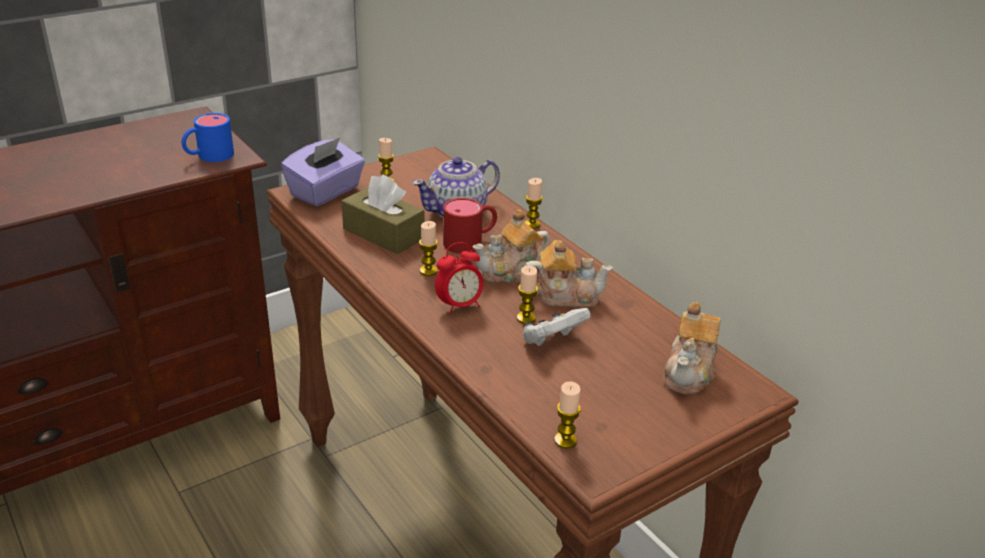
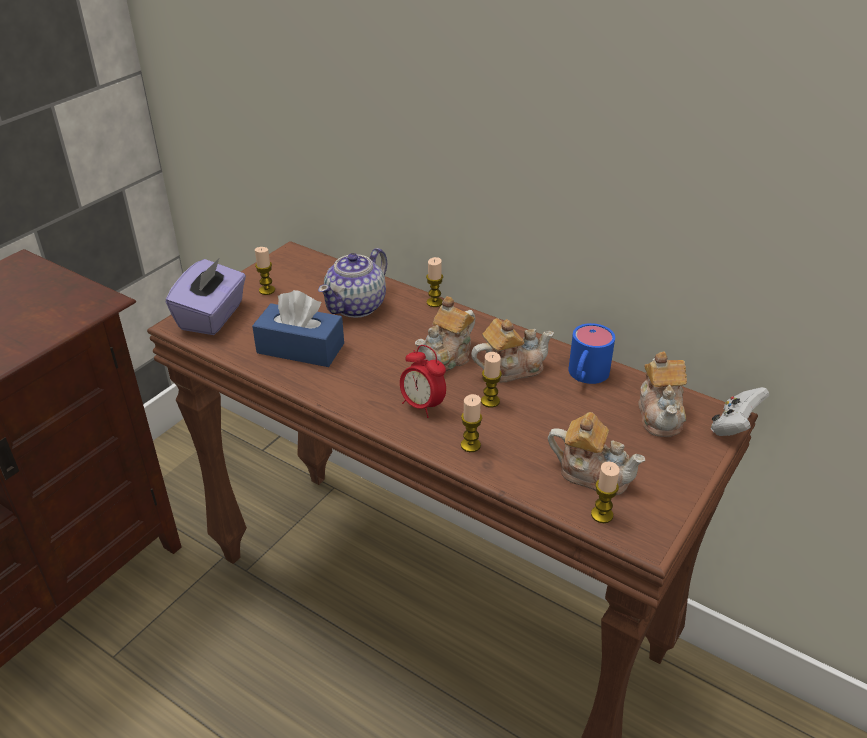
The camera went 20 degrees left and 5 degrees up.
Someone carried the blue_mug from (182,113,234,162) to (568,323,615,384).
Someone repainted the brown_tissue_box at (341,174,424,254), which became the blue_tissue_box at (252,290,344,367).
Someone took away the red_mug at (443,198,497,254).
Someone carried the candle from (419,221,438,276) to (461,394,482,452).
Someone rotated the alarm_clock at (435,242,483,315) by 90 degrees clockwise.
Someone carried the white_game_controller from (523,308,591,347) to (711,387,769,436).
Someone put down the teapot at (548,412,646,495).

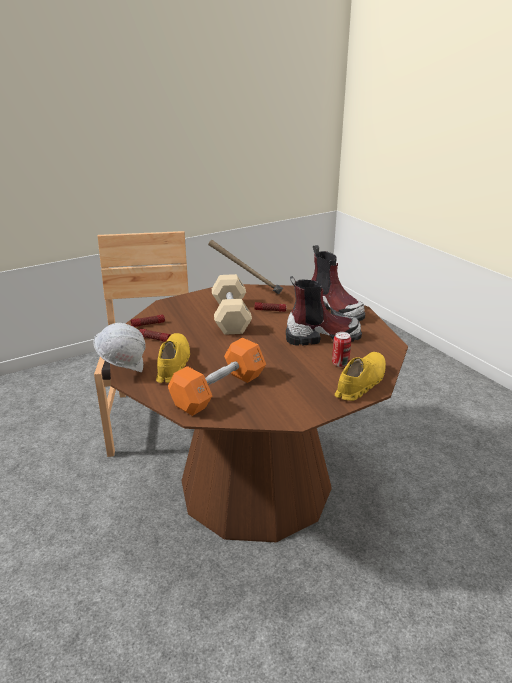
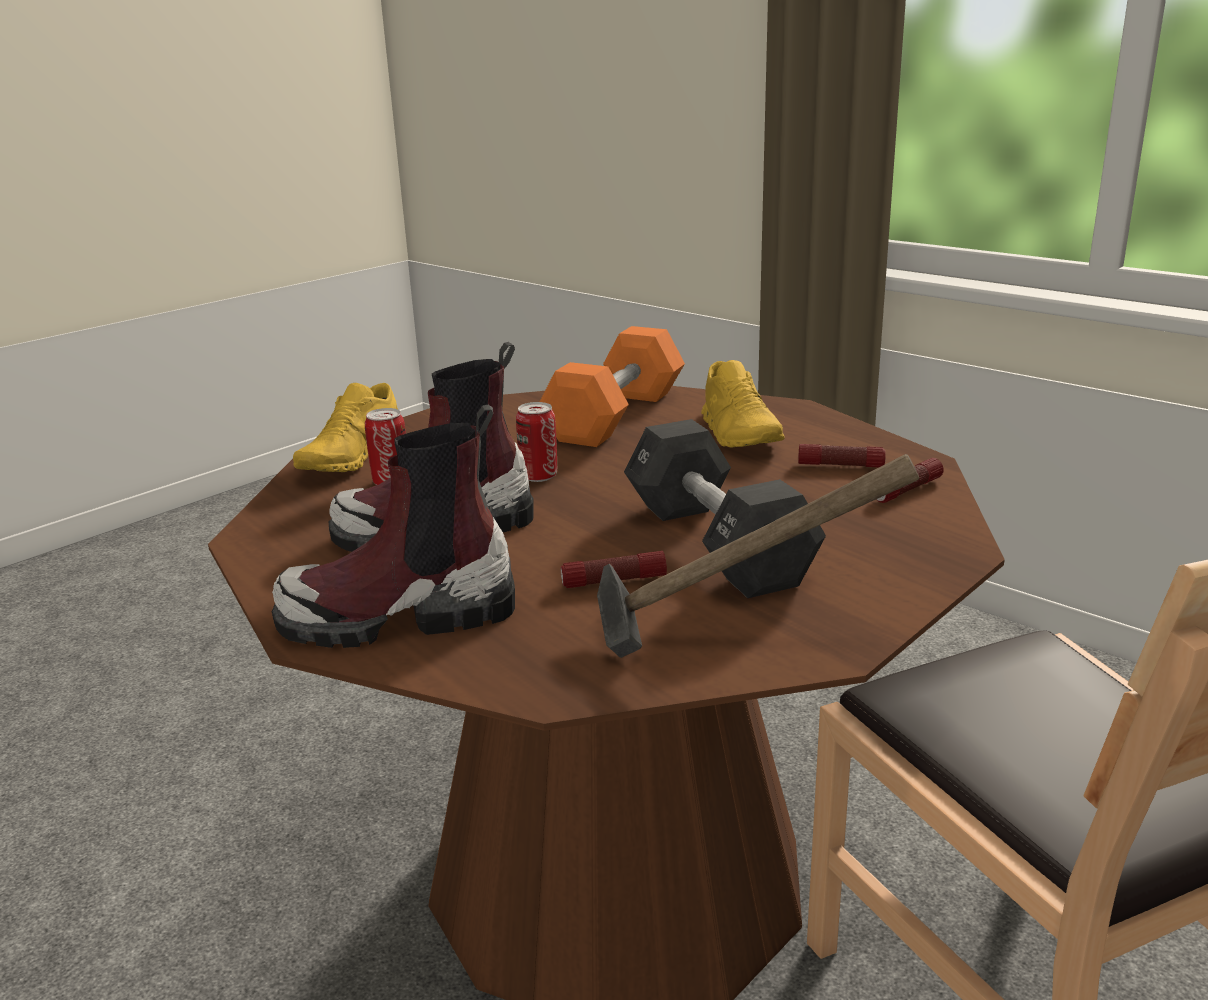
The camera went 165 degrees right and 5 degrees down.
Someone rotated the boot at (312,245,365,321) by 45 degrees counterclockwise.
Someone repainted the beige_dumbbell at (212,274,252,335), which became the black_dumbbell at (624,419,826,598).
Someone took away the white_hard_hat at (93,323,146,372).
Someone put down the can at (516,402,557,482).

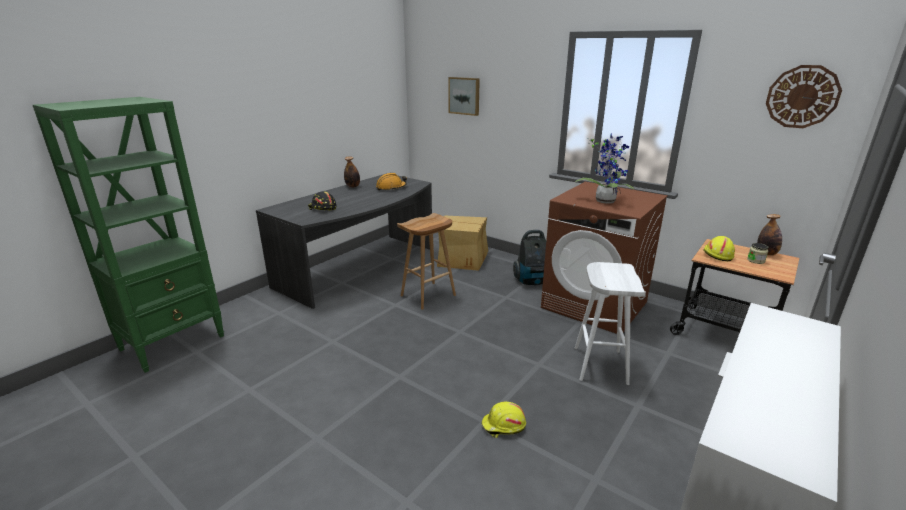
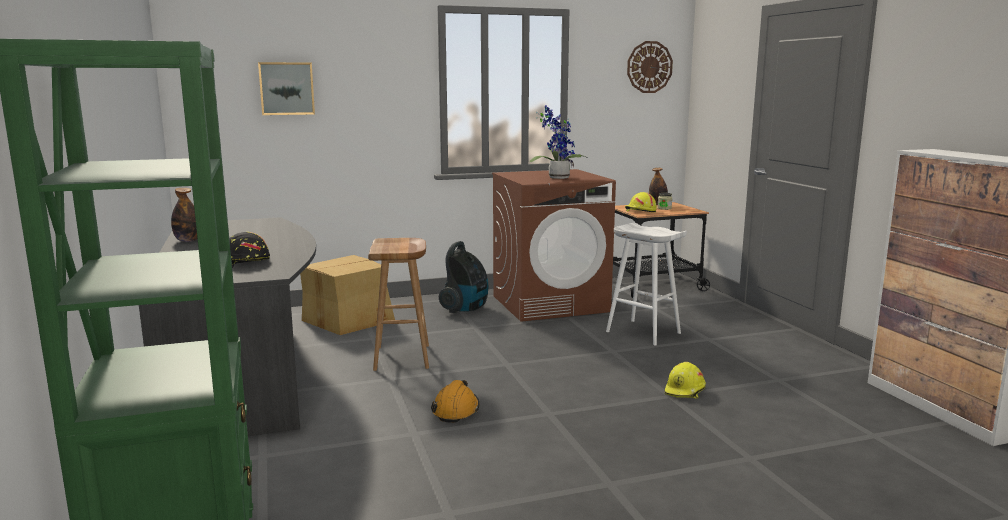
The camera went 55 degrees left and 10 degrees down.
Someone carried the orange_hard_hat from (376,173,407,190) to (431,380,480,423).

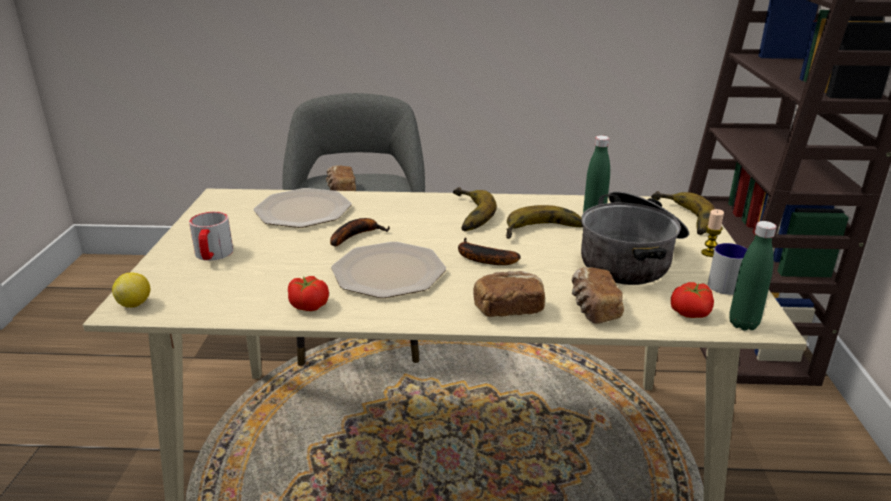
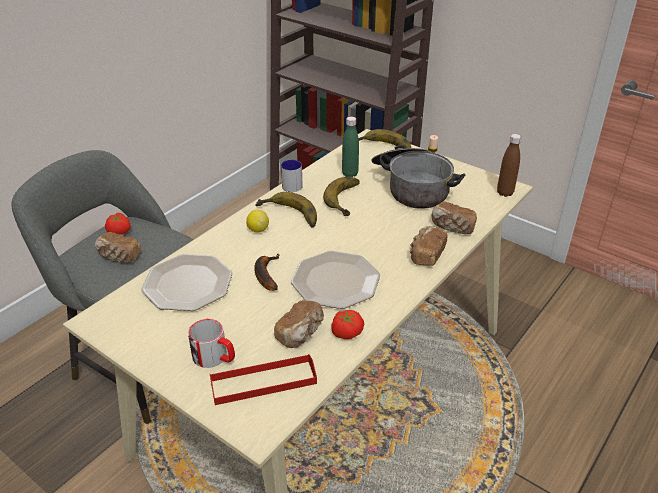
The camera went 55 degrees left and 10 degrees up.
Someone repainted the green_bottle at (729,221,777,331), which became the brown_bottle at (497,134,521,197).
Someone took away the banana at (458,238,521,265).
Someone carried the mug from (708,243,747,295) to (281,160,303,192).
Someone carried the lemon from (112,272,150,308) to (246,210,269,233).
Someone carried the tomato from (671,282,714,318) to (105,213,131,235).
Someone put down the bread at (274,300,324,348).
Someone put down the red_tray at (210,354,317,405).

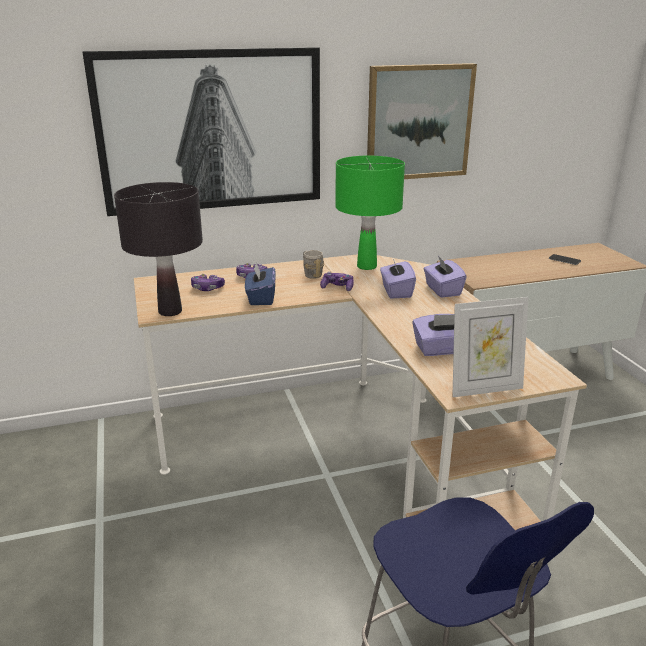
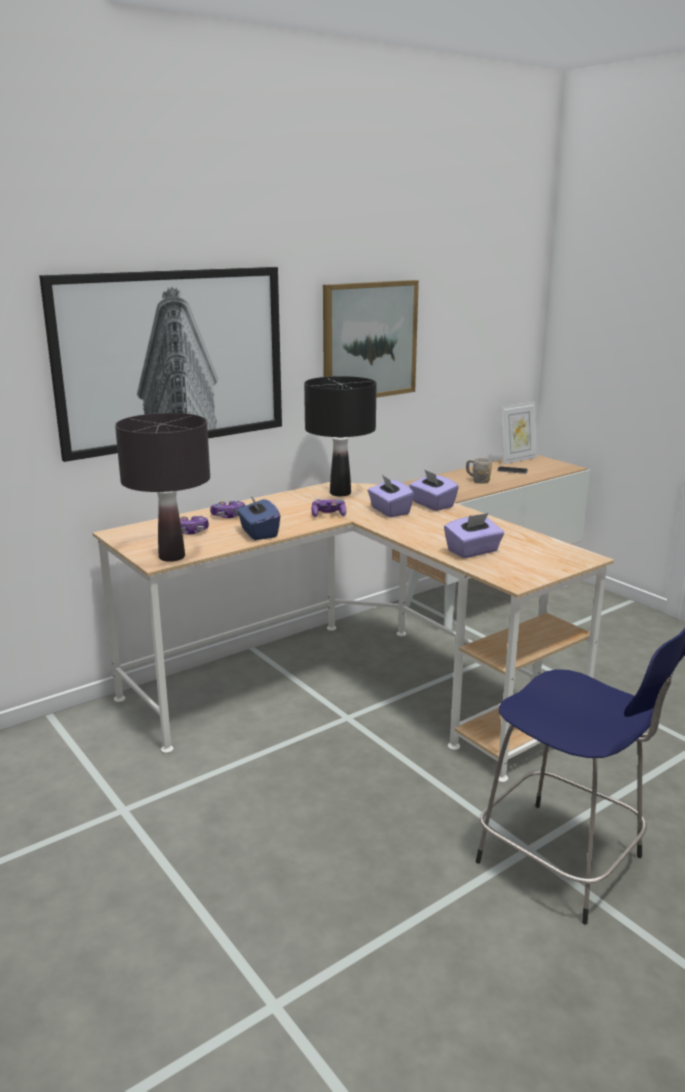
The camera went 20 degrees left and 5 degrees down.
Someone repainted the green_table_lamp at (335,156,405,270), which became the black_table_lamp at (304,376,377,496).
Someone carried the grey_mug from (303,250,324,279) to (466,458,492,484).
Someone carried the picture_frame from (452,297,528,397) to (501,401,537,464).

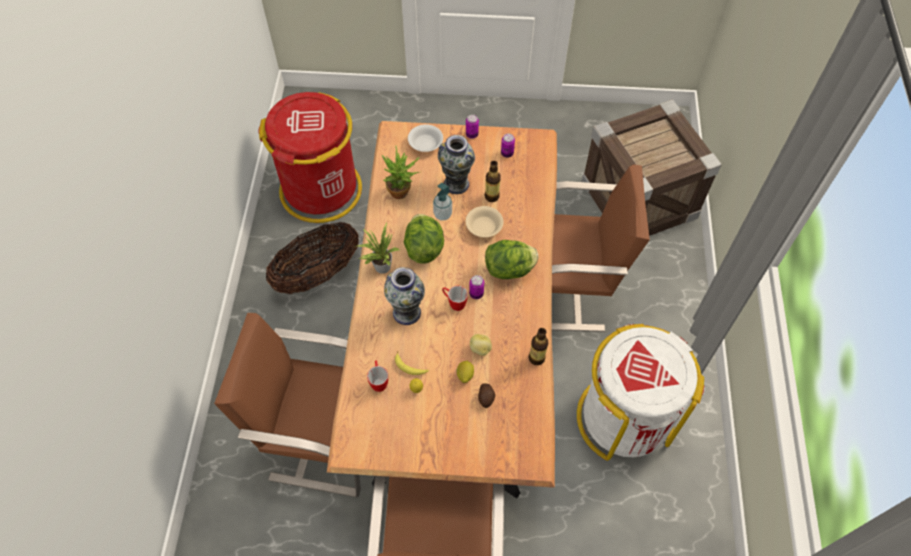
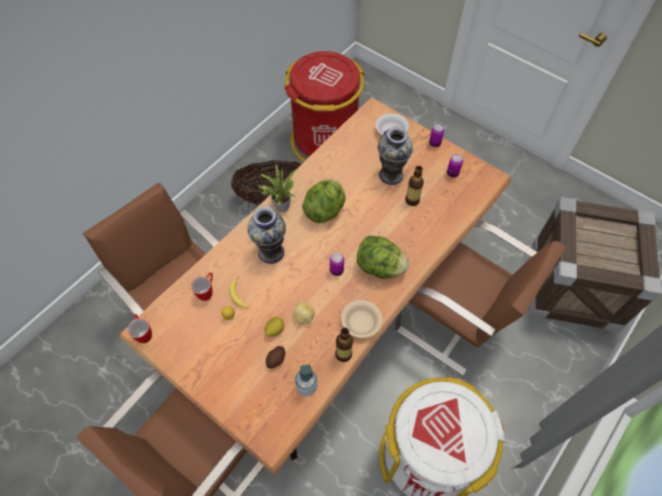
The camera went 35 degrees right and 0 degrees up.
Someone took away the potted_plant at (382,146,419,199).
Someone carried the soap_dispenser from (433,183,452,221) to (295,365,318,397).
Someone carried the beige_bowl from (466,206,504,237) to (341,300,382,338).
Someone carried the mug from (442,286,468,311) to (128,314,152,343).

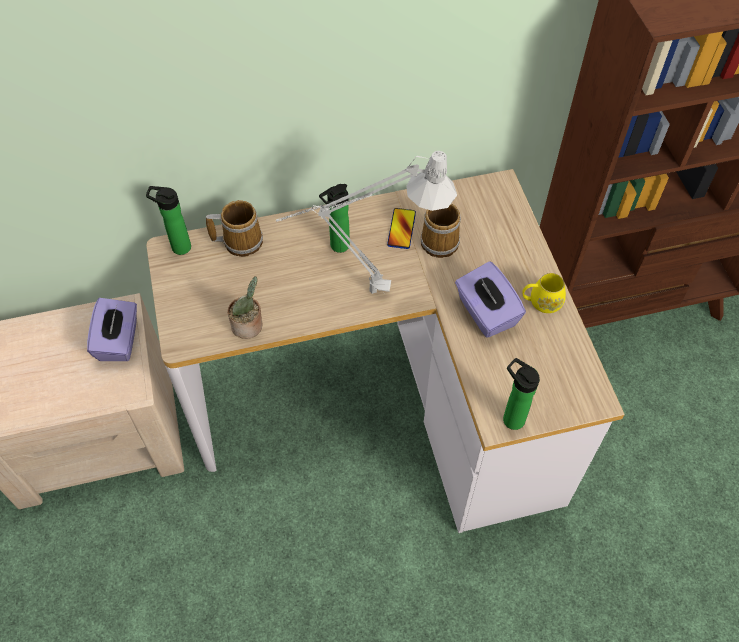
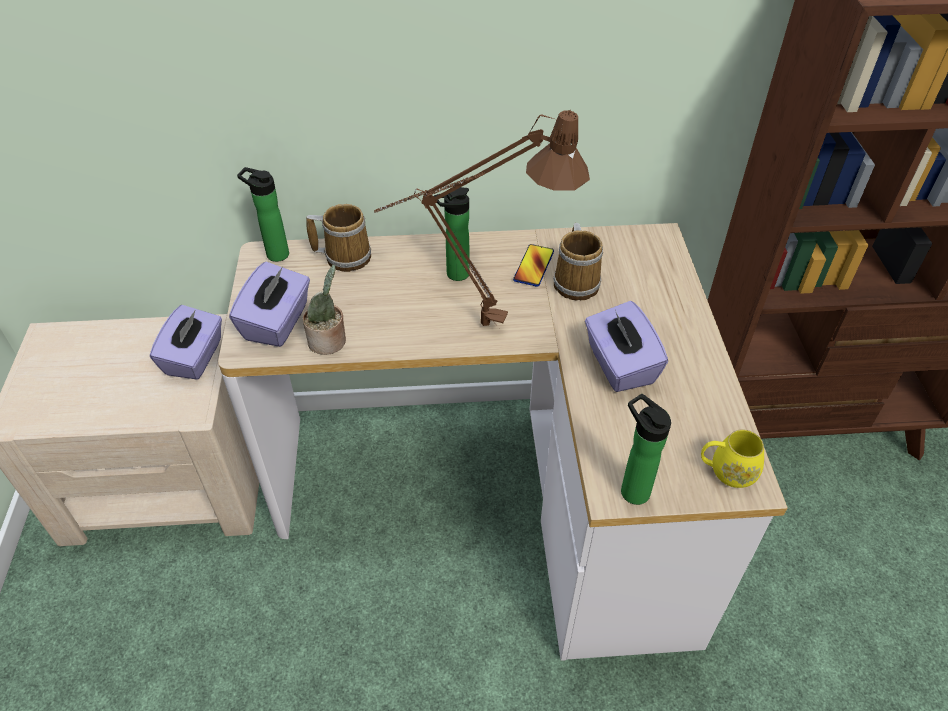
The camera went 10 degrees right and 10 degrees down.
Someone repainted the grey_table_lamp at (276,151,457,294), which became the brown_table_lamp at (373,110,590,327).
Someone carried the yellow_mug from (522,273,566,313) to (701,429,764,488).
Someone put down the purple_tissue_box at (229,262,310,347).

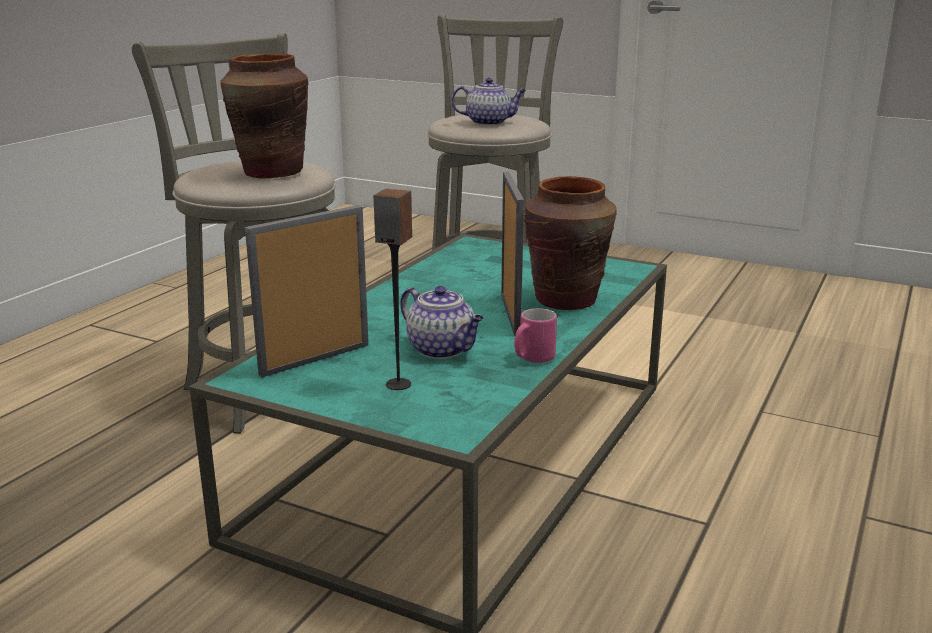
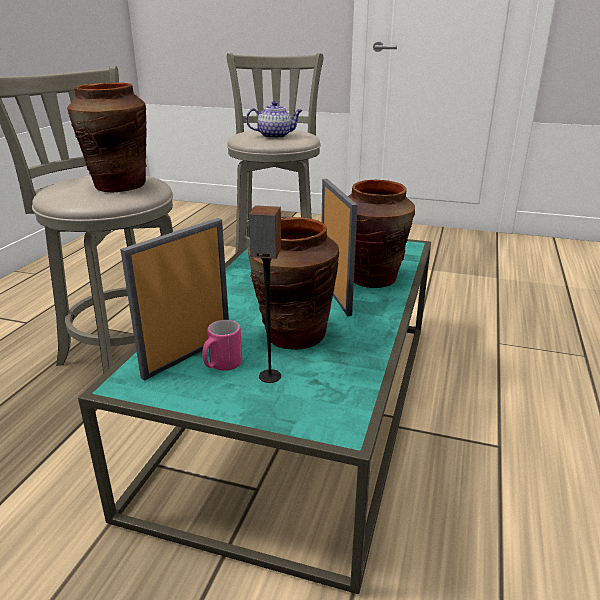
The camera went 10 degrees left and 5 degrees up.
Someone swapped the teapot at (400,286,484,359) for the brown_vase at (248,217,339,350).
Someone carried the pink_mug from (514,308,557,363) to (202,320,242,371).

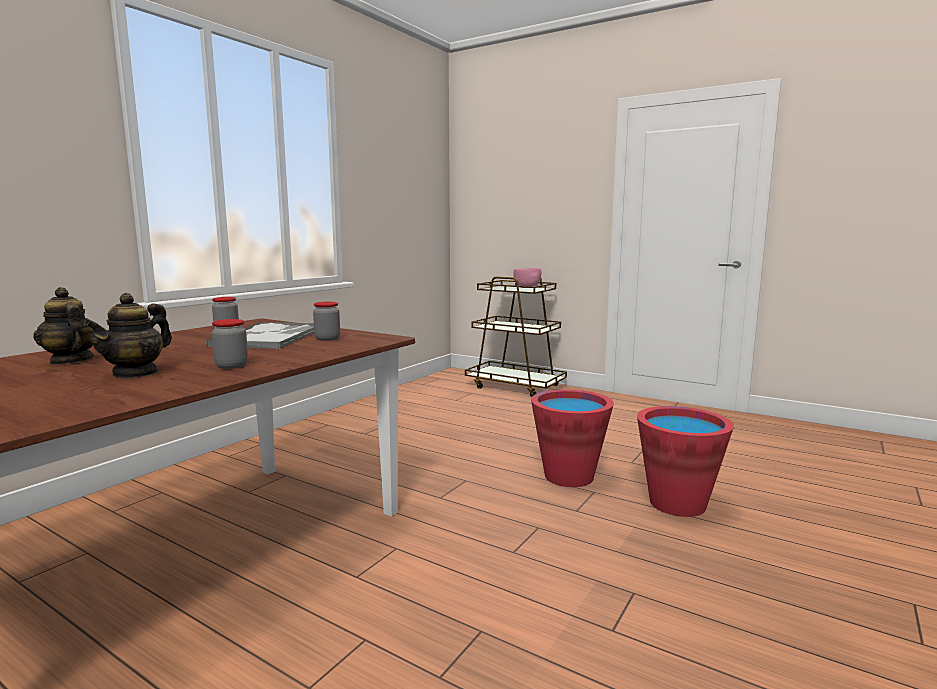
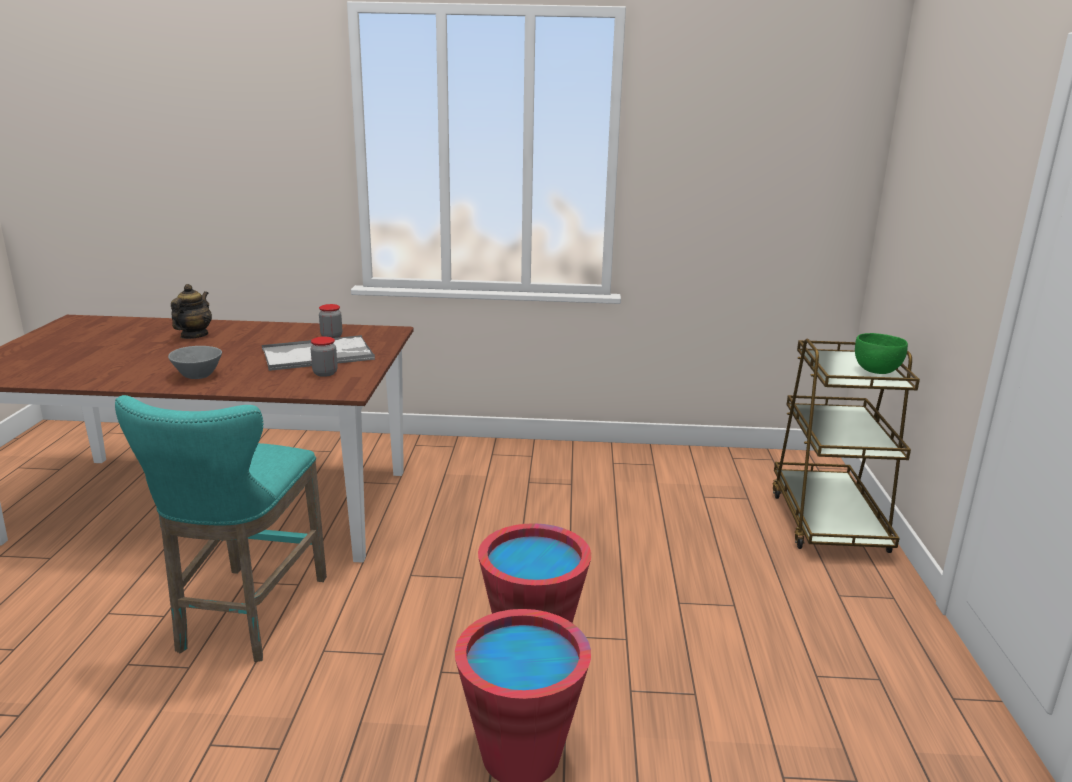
The camera went 60 degrees right and 10 degrees up.
Someone repainted the pink_bowl at (513,268,541,288), which became the green_bowl at (855,333,908,374).
Someone took away the teapot at (84,293,172,378).
Someone swapped the jar at (212,319,248,369) for the grey_bowl at (168,346,222,379).
Someone put down the turquoise_stool at (115,395,327,662).

